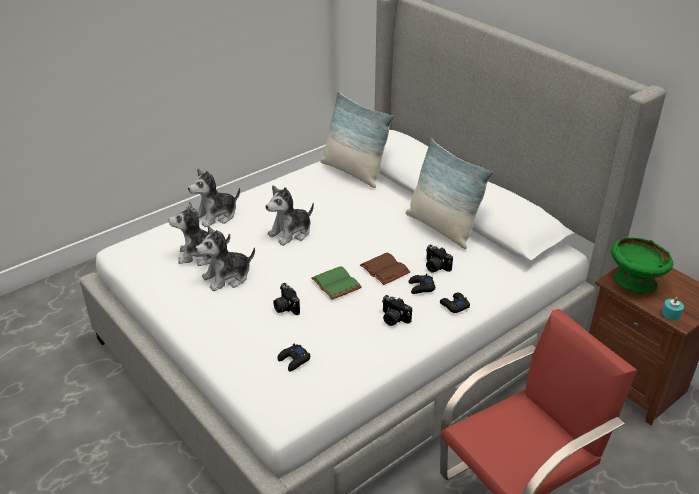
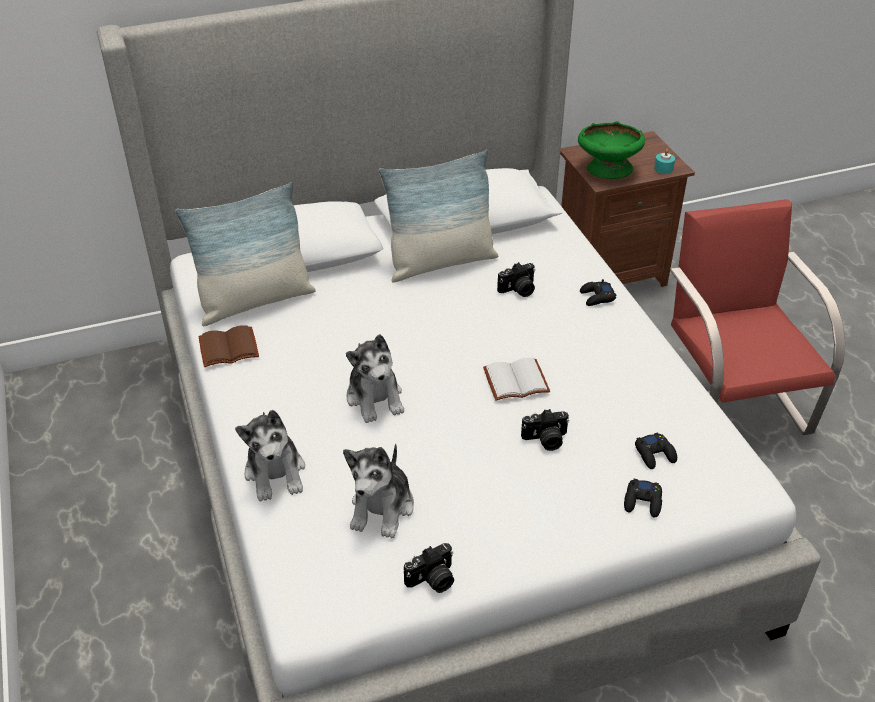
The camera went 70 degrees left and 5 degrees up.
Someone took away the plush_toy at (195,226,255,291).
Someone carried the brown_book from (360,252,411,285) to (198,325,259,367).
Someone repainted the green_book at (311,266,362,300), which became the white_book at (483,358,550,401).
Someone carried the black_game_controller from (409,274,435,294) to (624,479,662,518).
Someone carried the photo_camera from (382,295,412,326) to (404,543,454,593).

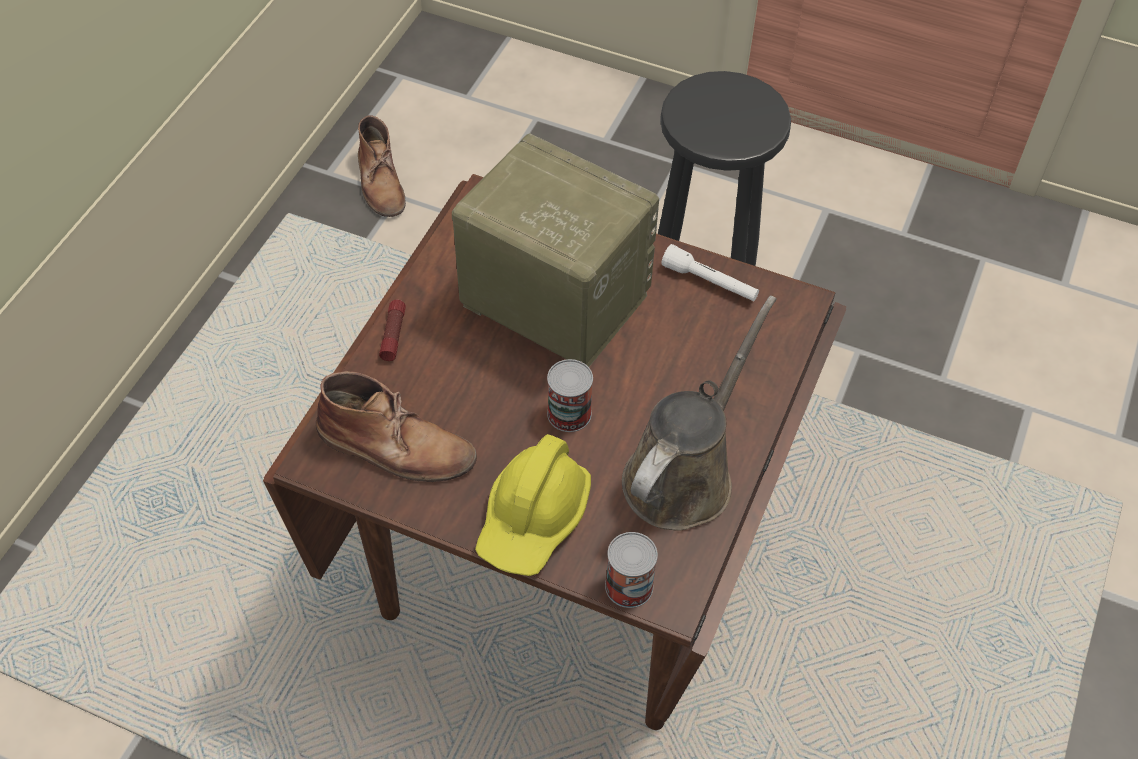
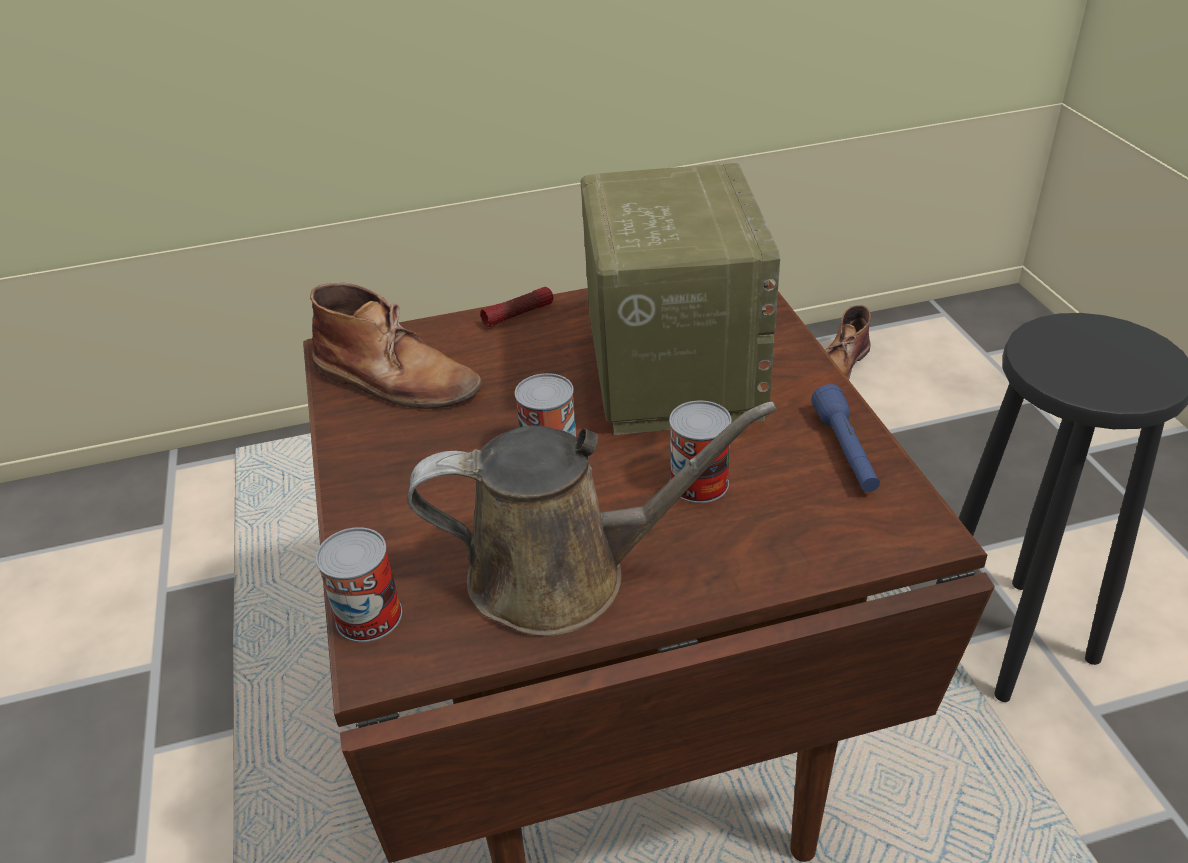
The camera went 55 degrees right and 15 degrees down.
Someone repainted the white_flashlight at (661,244,759,302), which became the blue_flashlight at (811,384,880,492).
Someone rotated the brown_boot at (316,371,477,482) by 45 degrees counterclockwise.
Someone took away the yellow_hard_hat at (475,434,591,576).
Someone put down the can at (669,400,732,503).

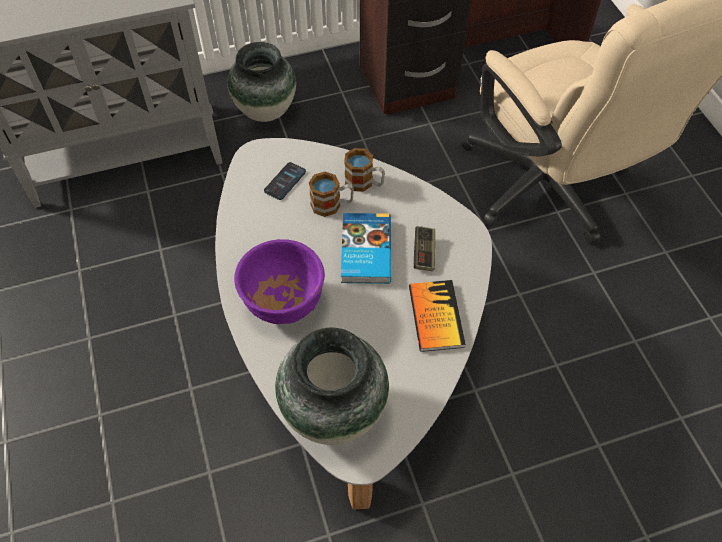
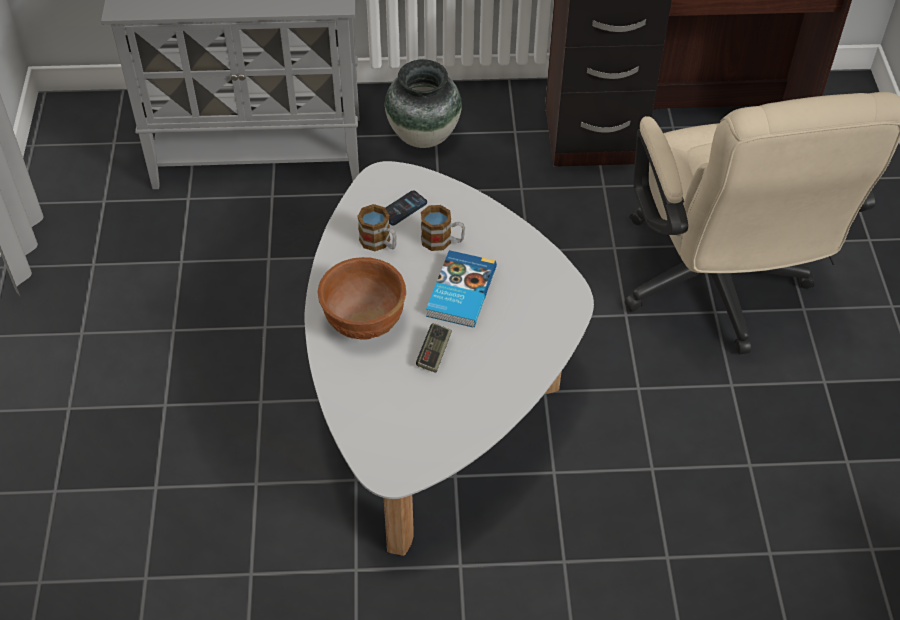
The camera went 15 degrees right and 5 degrees down.
Someone carried the mug from (344,148,385,192) to (357,204,397,251).
Someone carried the game_controller from (414,226,435,271) to (416,323,452,373).
Someone repainted the purple_bowl at (234,239,325,324), which became the brown_bowl at (318,257,406,340).
Someone took away the book at (409,280,466,352).
Someone took away the vase at (275,328,389,445).

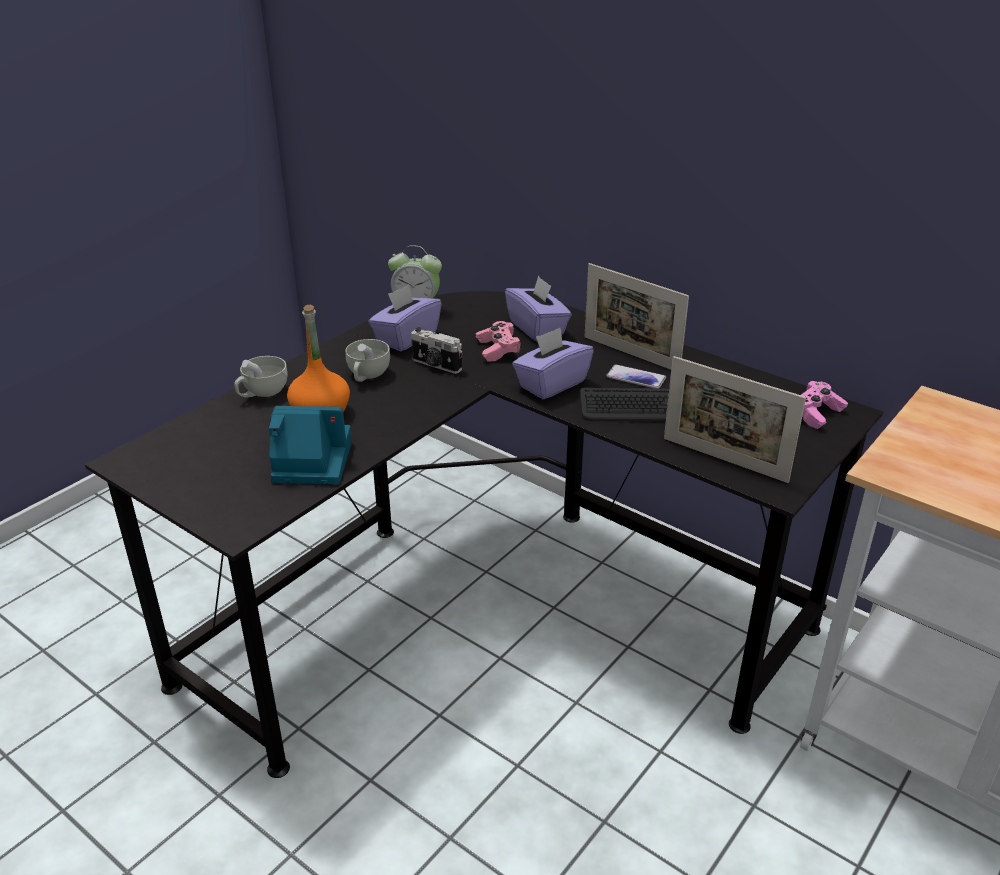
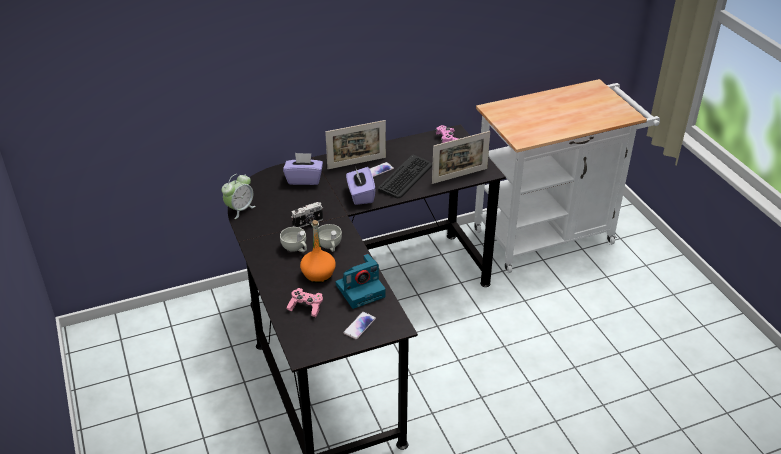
The camera went 60 degrees left and 5 degrees up.
Someone took away the purple_tissue_box at (369,284,442,351).
Someone carried the pink_game_controller from (476,321,522,362) to (287,288,323,317).
Someone carried the white_cup from (234,356,288,398) to (318,224,342,252).
Someone rotated the photo_camera at (269,406,352,484) by 150 degrees counterclockwise.
Someone put down the phone at (343,312,376,339).

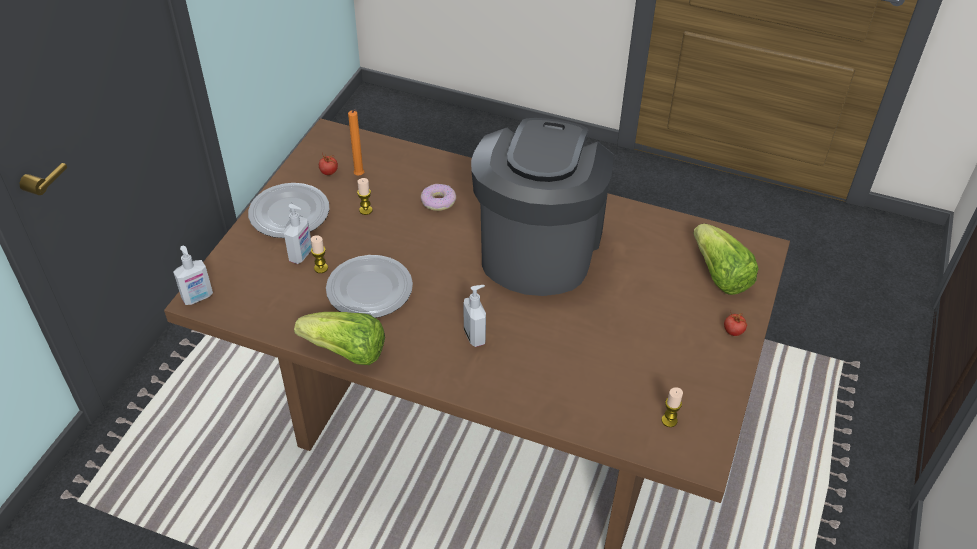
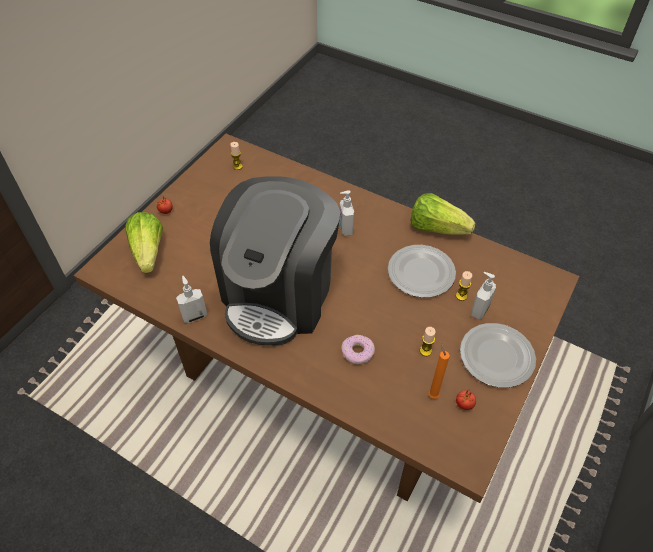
The camera went 170 degrees left and 5 degrees up.
Someone carried the soap_dispenser from (173,246,213,305) to (176,276,208,323).

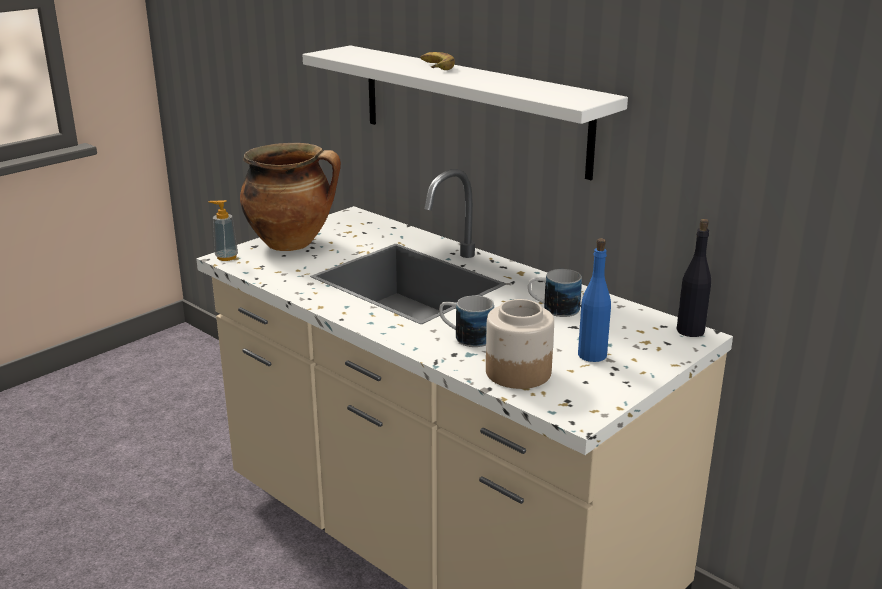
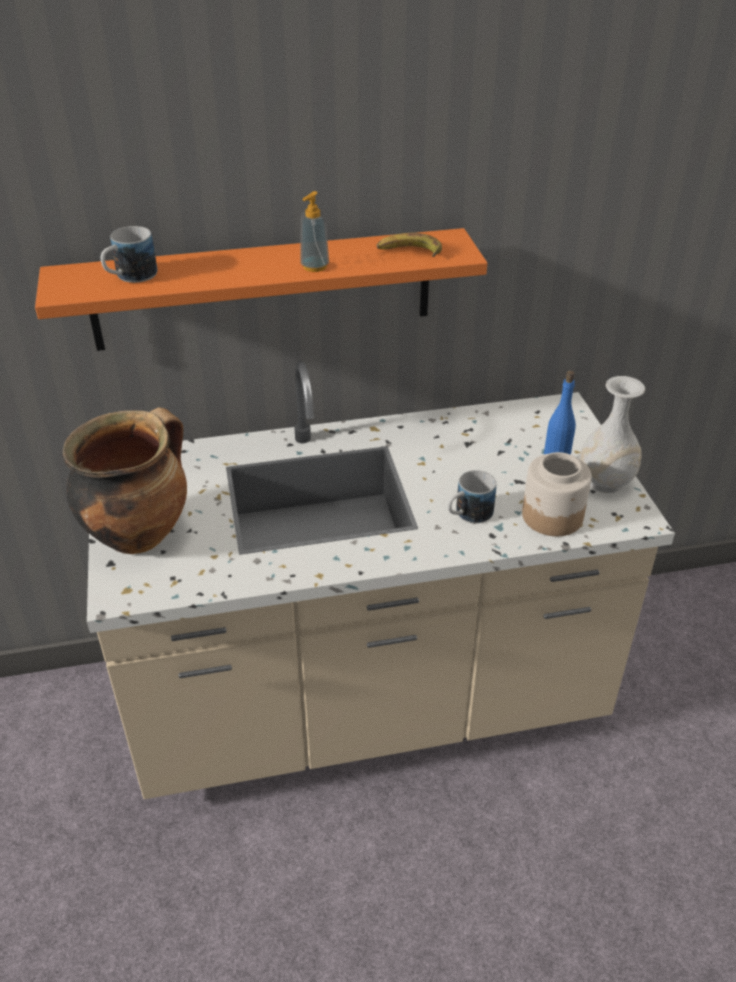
The camera went 55 degrees left and 15 degrees up.
Someone repainted the white_shelf at (302,45,628,180), which became the orange_shelf at (35,228,487,351).
Someone carried the banana from (420,52,455,70) to (376,233,442,257).
Someone carried the soap_dispenser from (209,200,238,261) to (301,191,329,272).
Someone took away the black_bottle at (677,219,711,337).
Someone carried the mug from (528,269,582,317) to (101,226,157,283).
Someone put down the white_vase at (579,376,645,493).

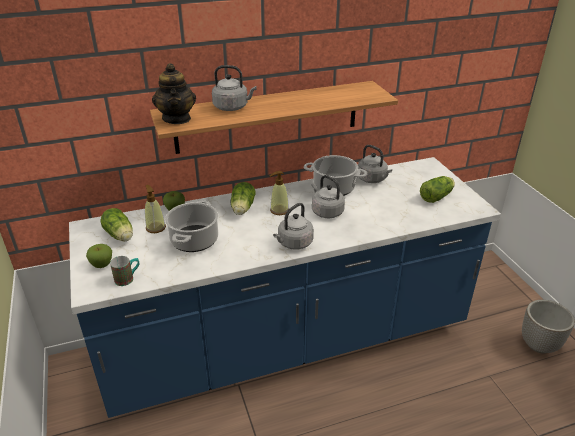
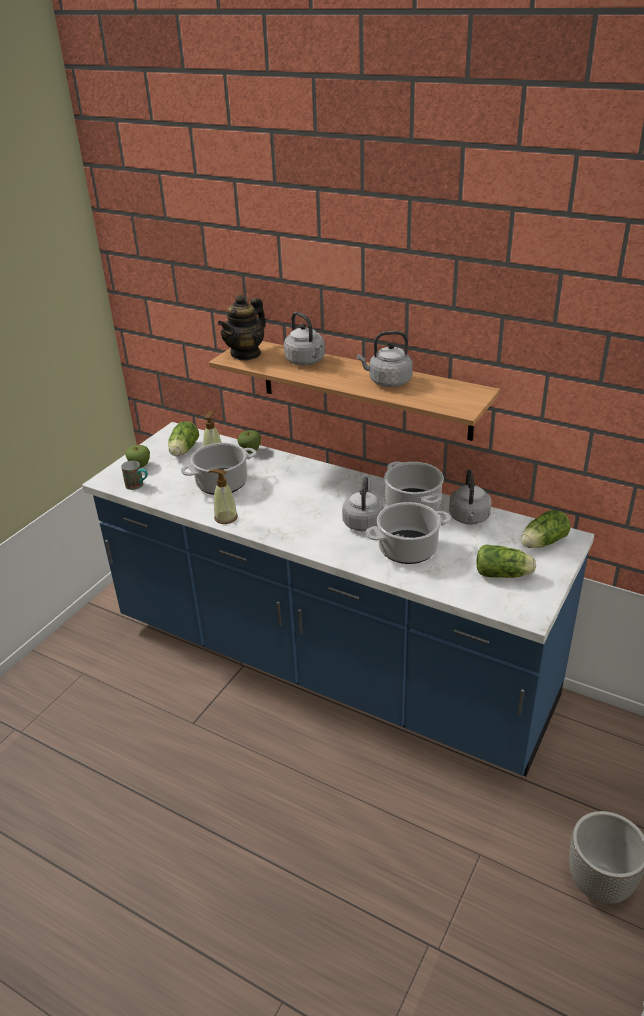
The camera went 50 degrees right and 0 degrees up.
Someone carried the soap_dispenser from (270,171,289,215) to (209,469,238,524).
Someone carried the lettuce from (231,182,256,215) to (521,510,571,548).
Someone carried the grey_kettle from (273,203,314,250) to (357,331,413,387).
Someone put down the cooking_pot at (366,502,451,564).

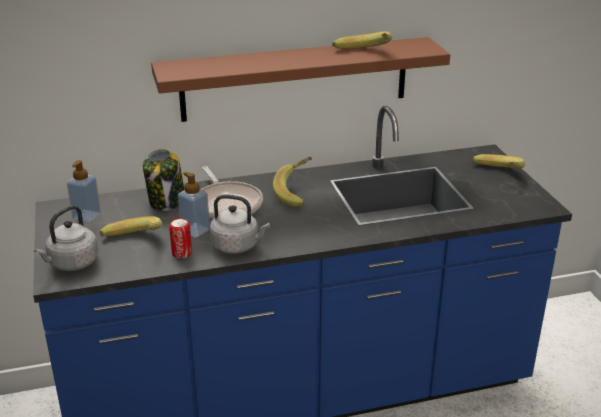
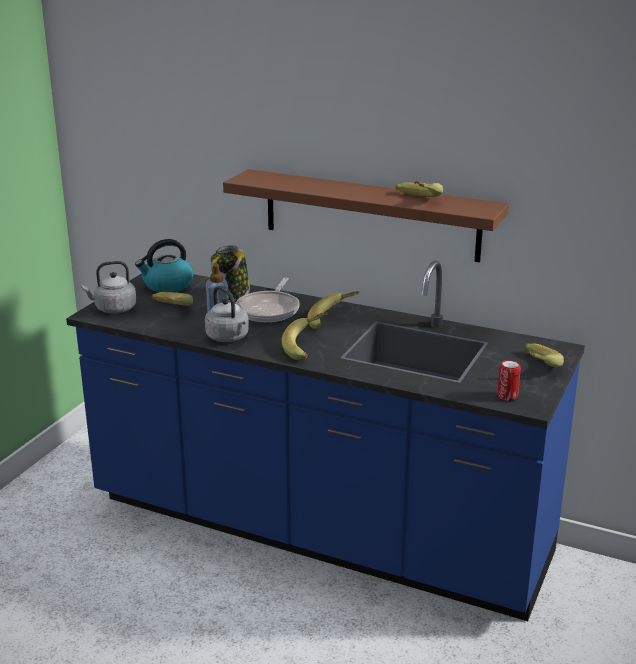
The camera went 40 degrees right and 5 degrees down.
Someone swapped the soap_dispenser at (67,160,101,222) for the kettle at (135,239,193,292).
Someone carried the can from (169,218,192,258) to (498,360,521,401).
Someone put down the banana at (282,312,327,360).

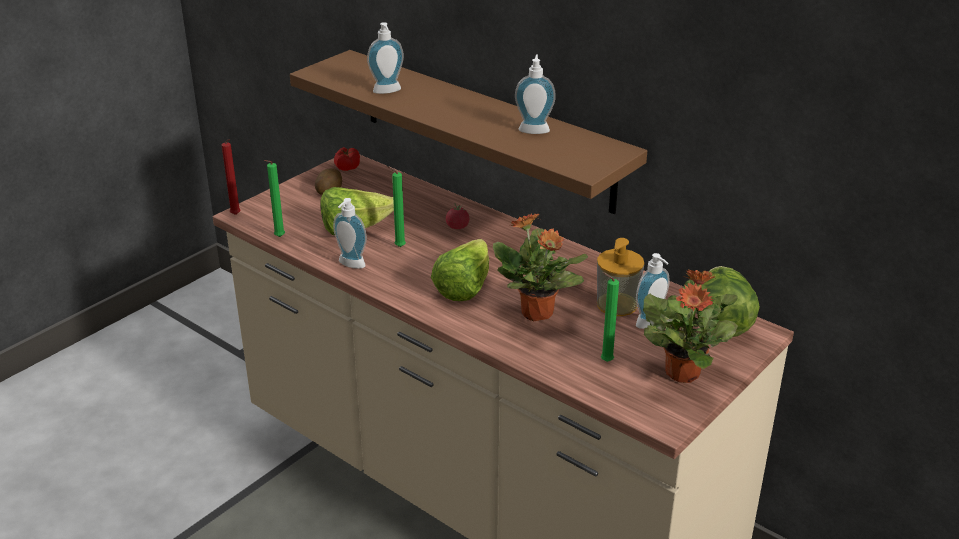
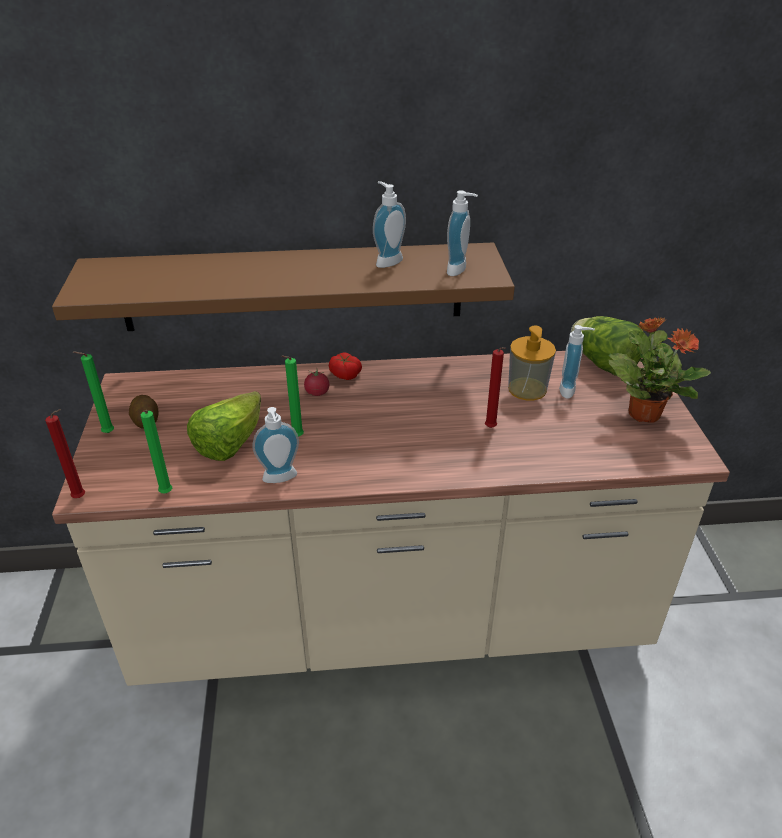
The camera went 45 degrees left and 5 degrees up.
Someone carried the soap_dispenser from (367,22,404,94) to (447,190,478,276).
Someone carried the tomato from (334,147,360,171) to (329,353,362,380).
Someone swapped the potted_plant at (493,214,588,321) for the red_candle at (485,347,506,428).
Someone took away the lettuce at (431,239,489,301).
Someone carried the green_candle from (601,272,619,362) to (73,351,114,433).

